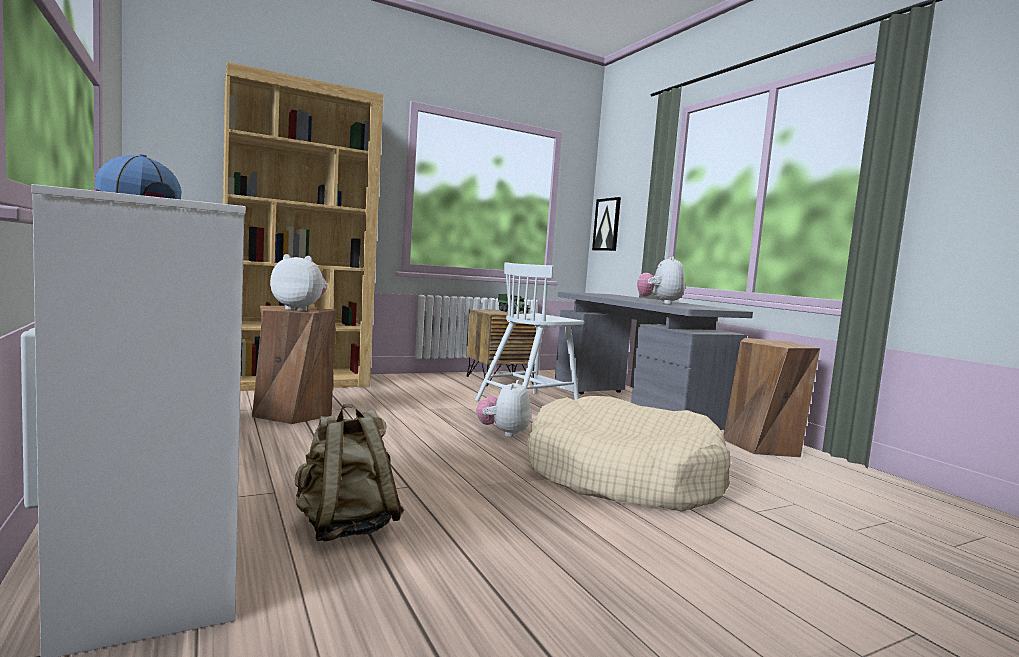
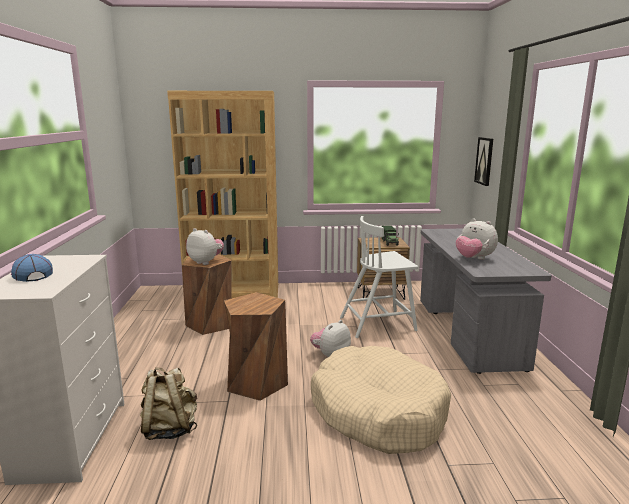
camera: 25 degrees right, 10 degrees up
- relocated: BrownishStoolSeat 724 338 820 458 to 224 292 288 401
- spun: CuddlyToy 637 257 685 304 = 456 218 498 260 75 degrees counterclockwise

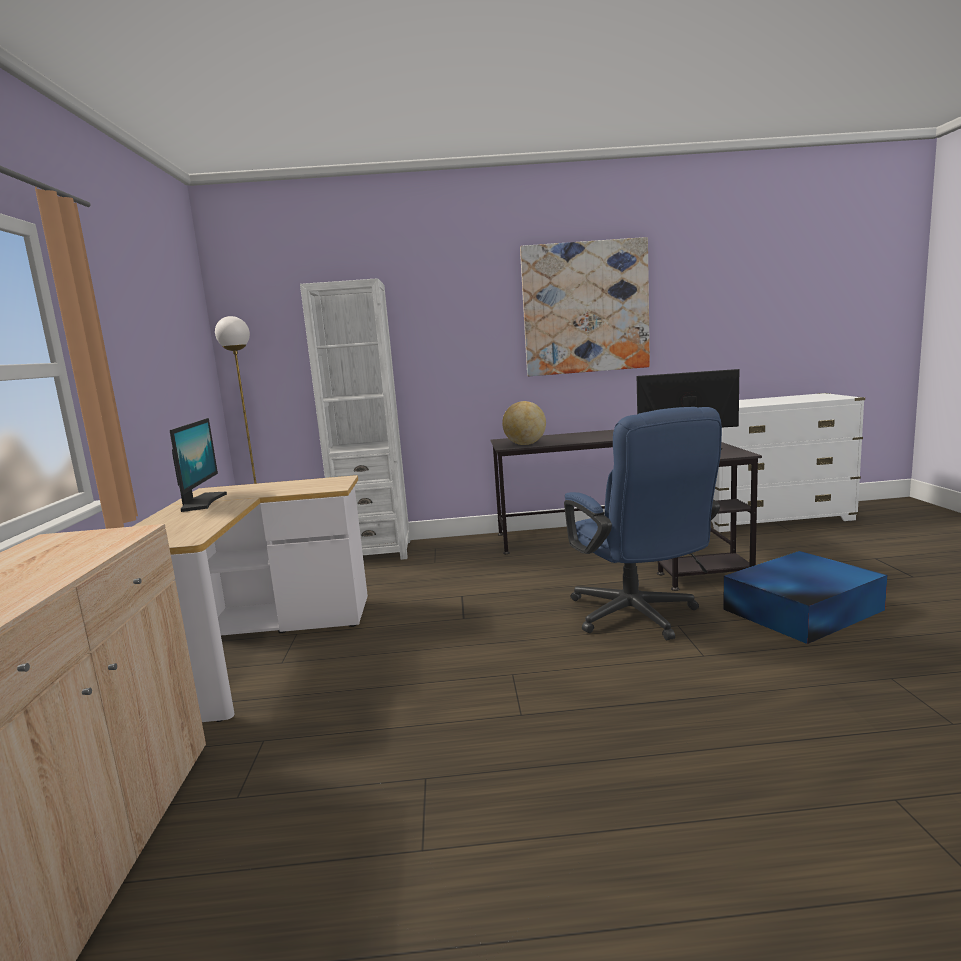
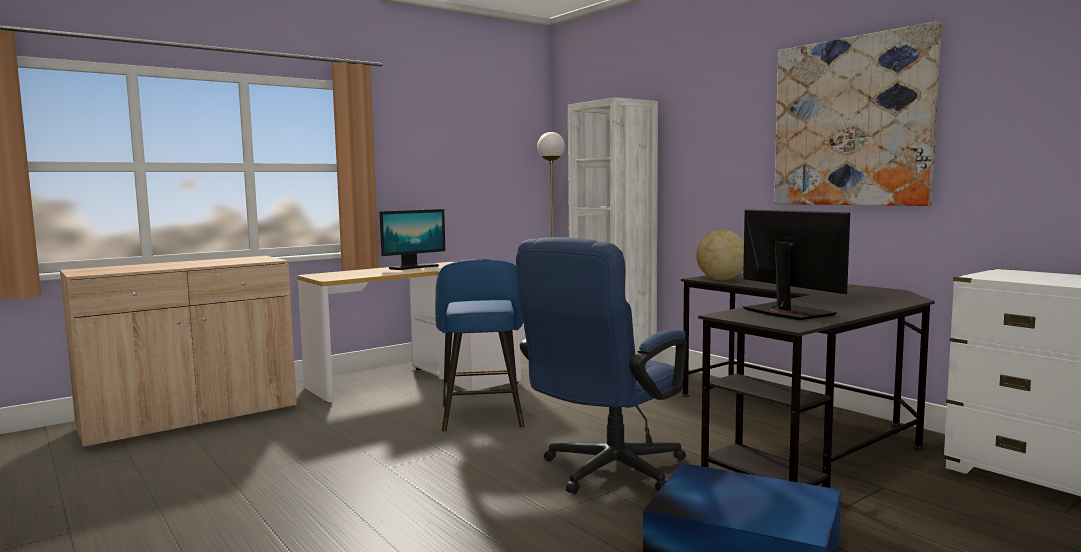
camera: 55 degrees right, 5 degrees down
- appeared: BlueStoolSeat 435 259 524 432

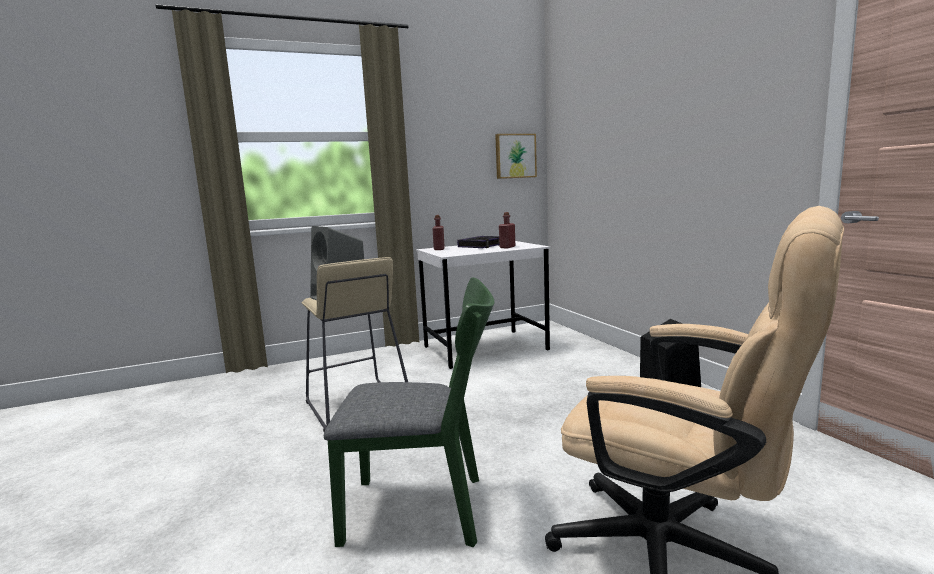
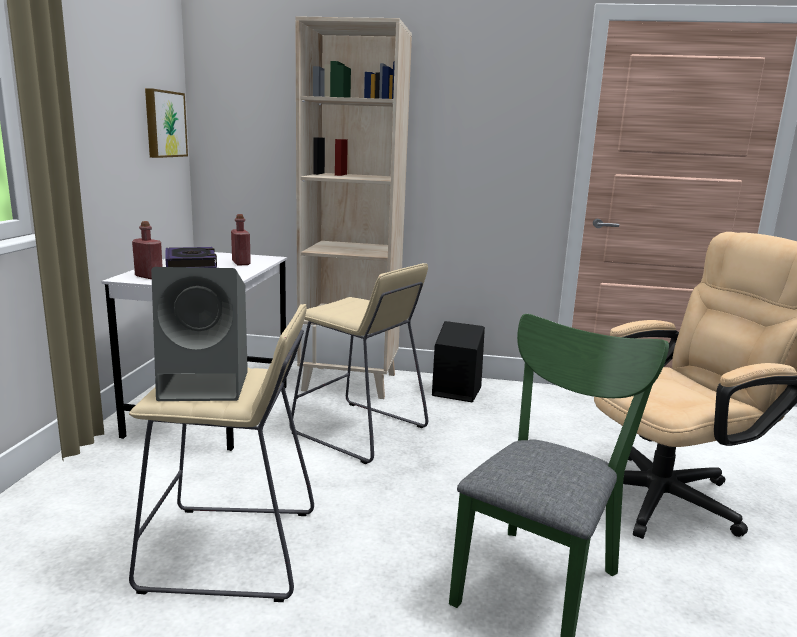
camera: 60 degrees left, 5 degrees up
- appeared: BeigeStoolSeat 289 263 428 464
- appeared: BeigeBookshelf 295 16 412 399

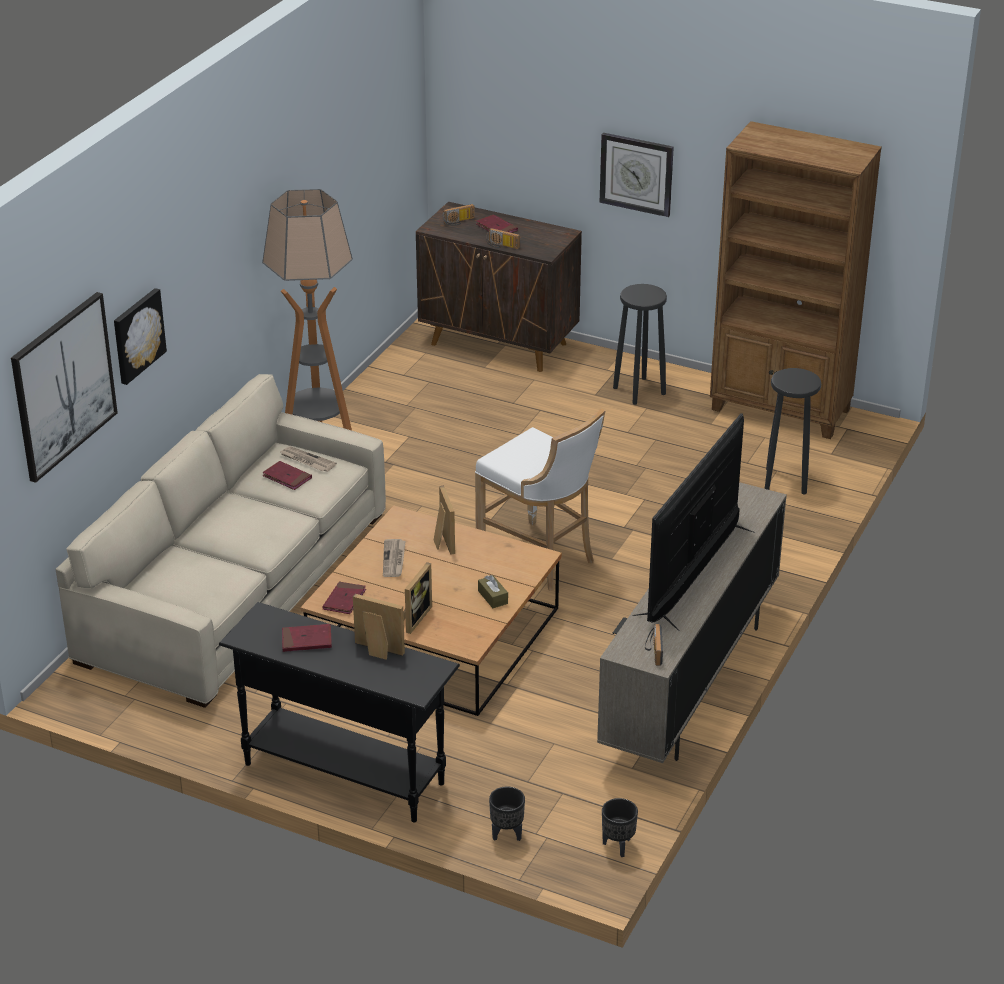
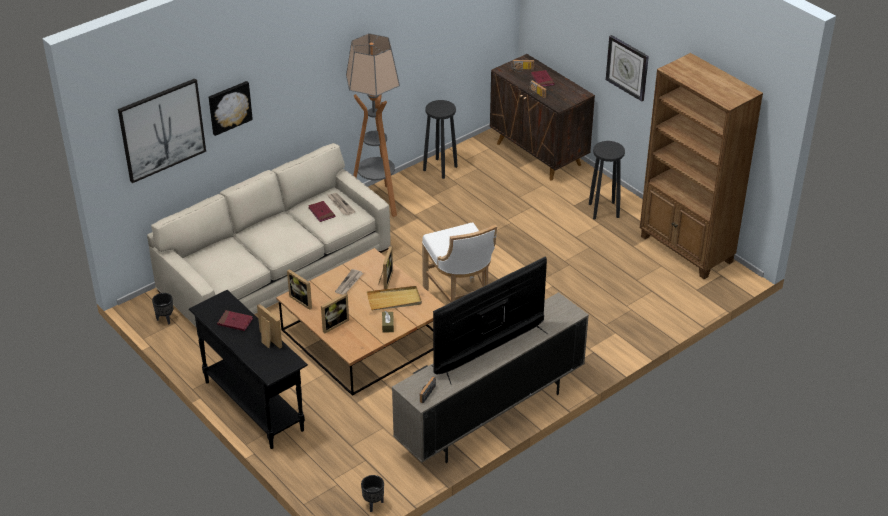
camera: 25 degrees right, 5 degrees up
- appeared: BeigeServingTray 367 286 422 310
- relocated: BlackColouredPlantPot 489 786 525 841 to 152 293 173 325
- relocated: BlackColouredStoolSeat 765 368 821 494 to 423 100 458 179
- exchanged: RedColouredBoundBook 322 582 366 614 to PictureFrame 287 269 312 310

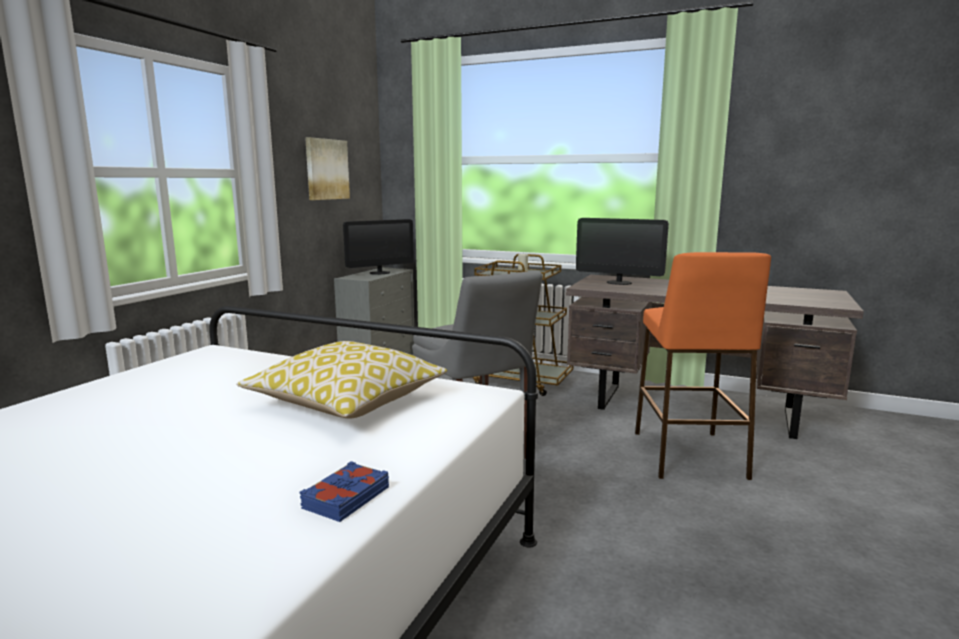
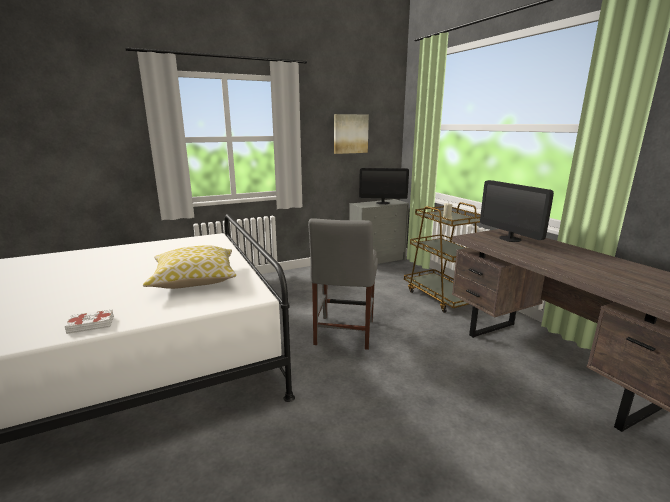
camera: 40 degrees right, 5 degrees up
- missing: OrangeColouredStoolSeat 635 252 771 480
- colour: BlueBoundBook 299 461 389 522 to WhiteColouredBoundBook 64 309 114 334

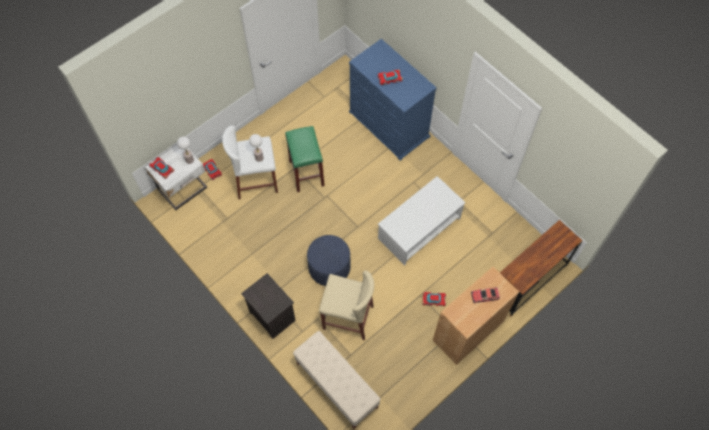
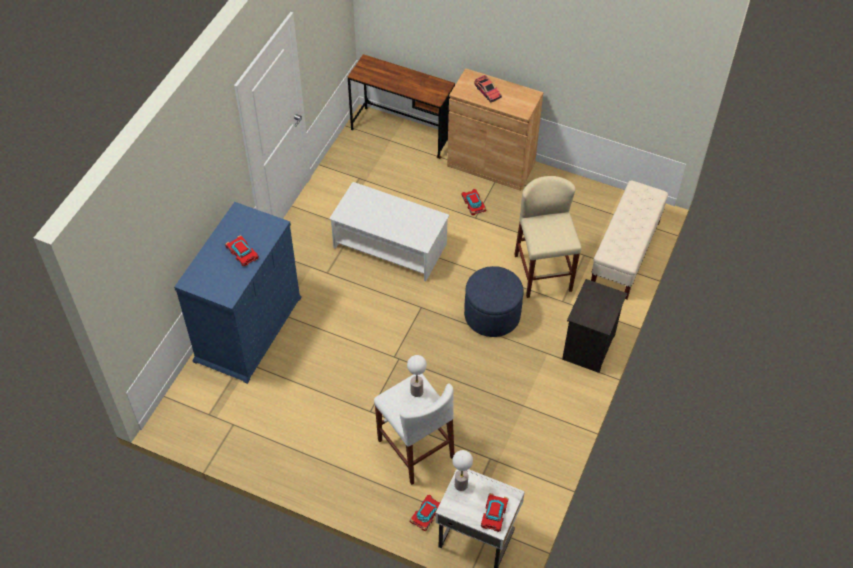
camera: 115 degrees left, 10 degrees down
- missing: GreenishStoolSeat 285 126 325 192

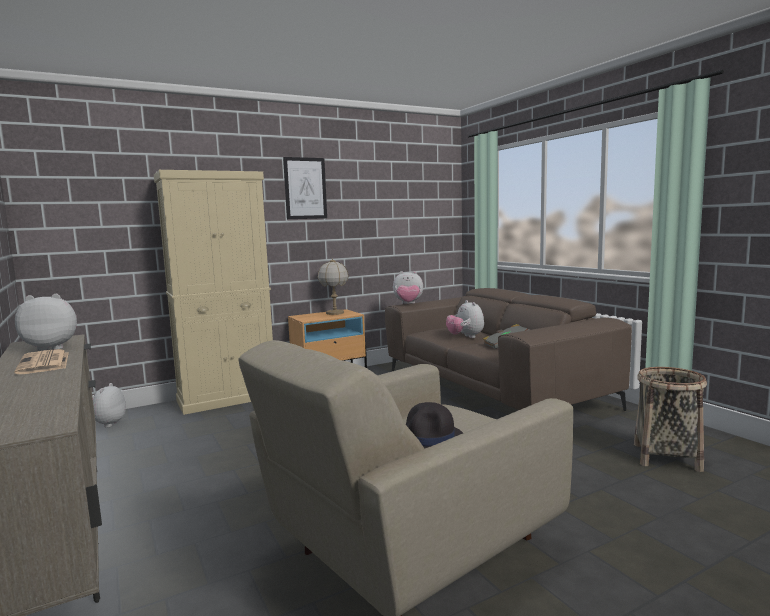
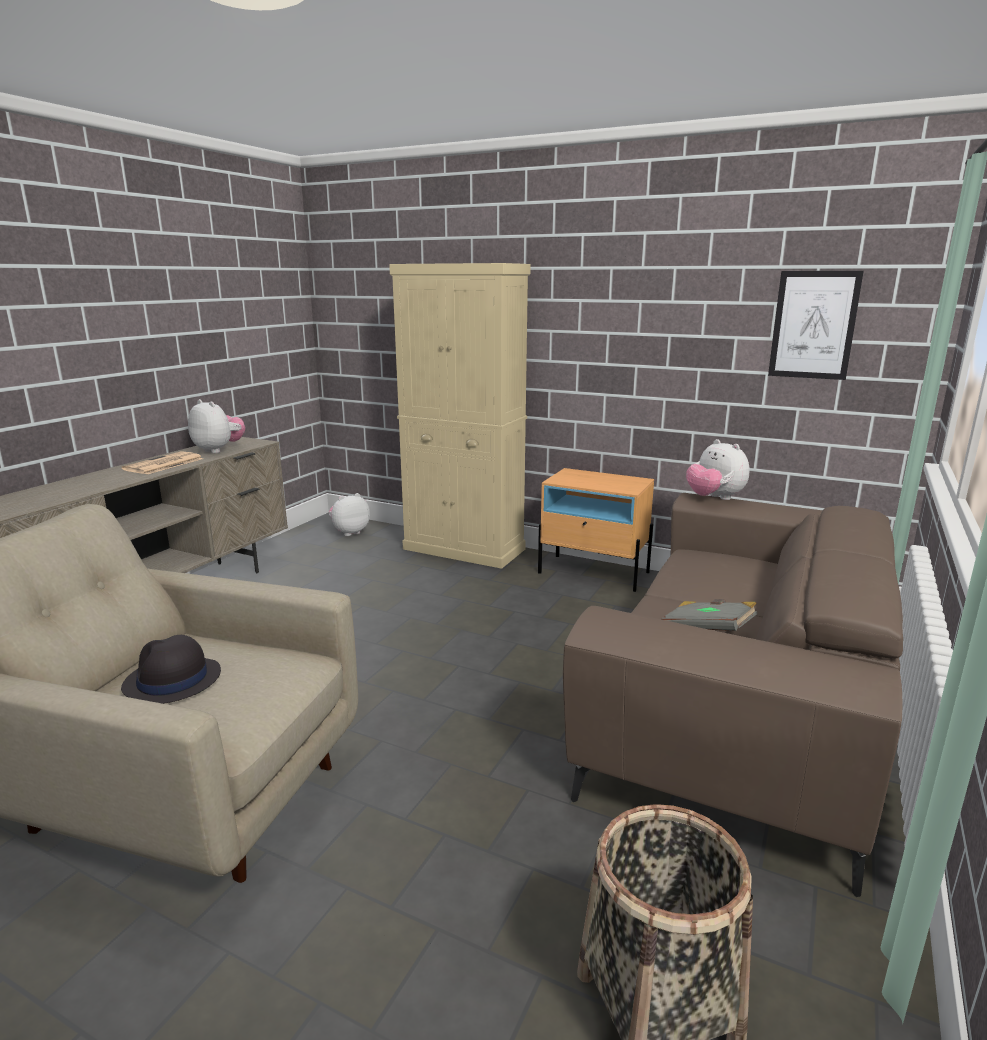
camera: 55 degrees right, 10 degrees up
- missing: TabletopLamp 318 259 349 315
- missing: CuddlyToy 446 300 484 338
- relocated: WallPicture 283 157 327 219 to 768 271 864 380

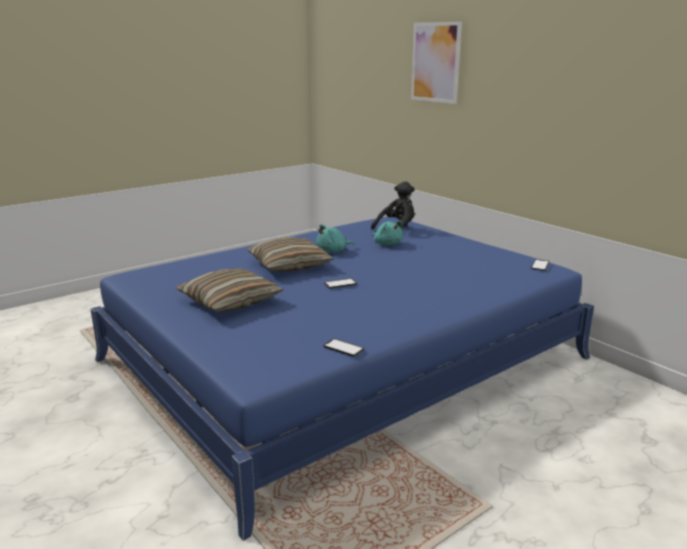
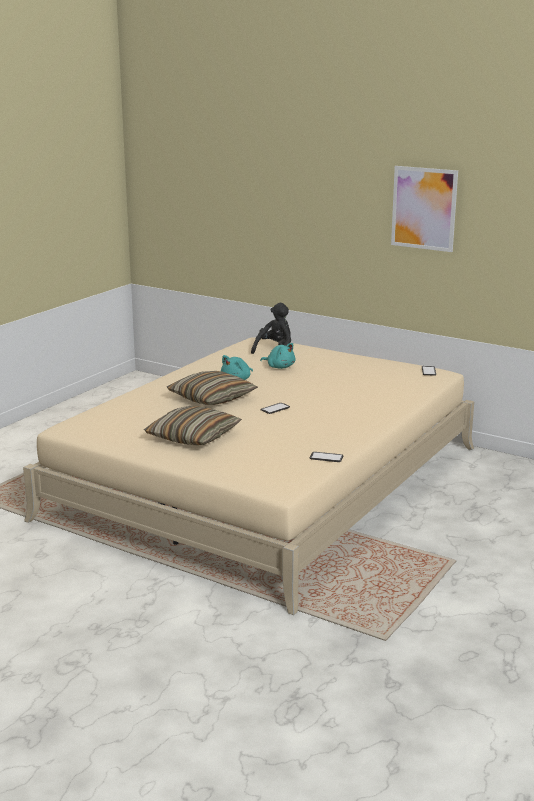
camera: 20 degrees left, 0 degrees up
- relocated: WallPicture 411 21 462 104 to 391 166 458 252
- colour: BlueBedroomBed 91 217 594 541 to BeigeBedroomBed 23 337 474 615

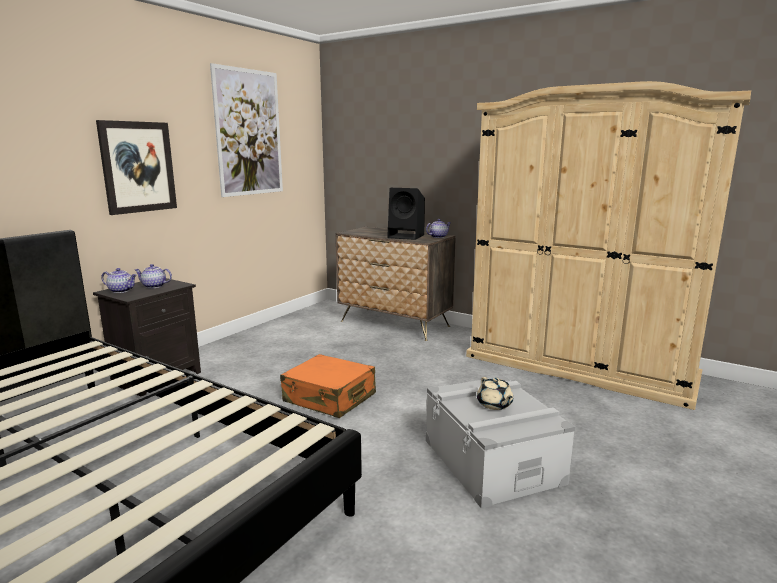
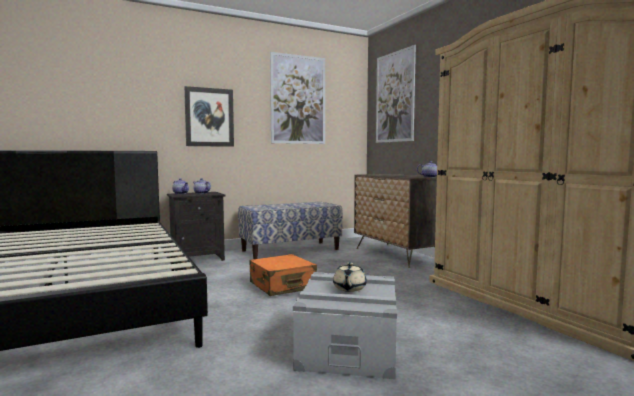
camera: 30 degrees right, 10 degrees down
- missing: BlackColouredAudioSpeaker 387 188 425 240
- appeared: IndoorBench 238 202 343 259
- appeared: WallPicture 376 45 416 143

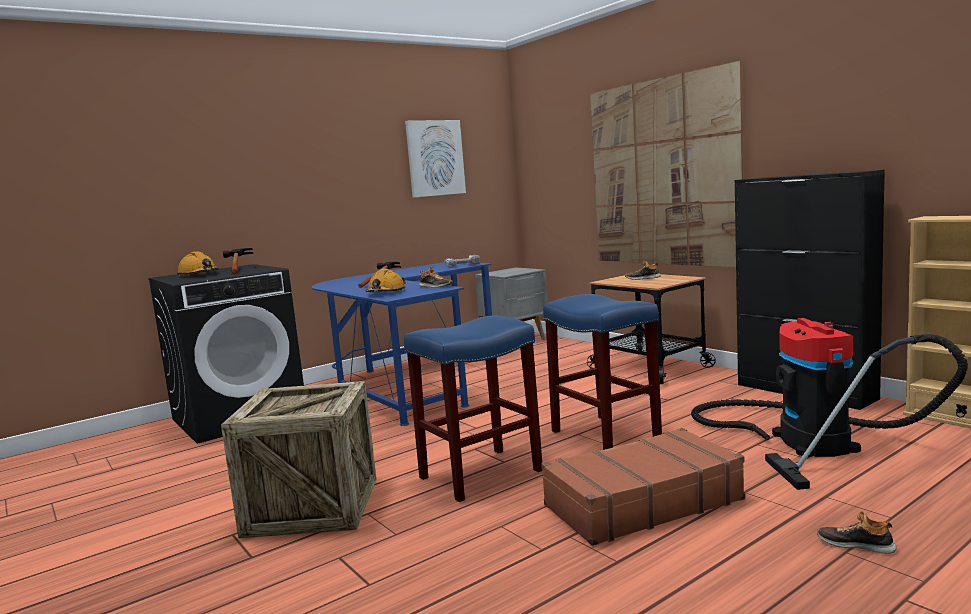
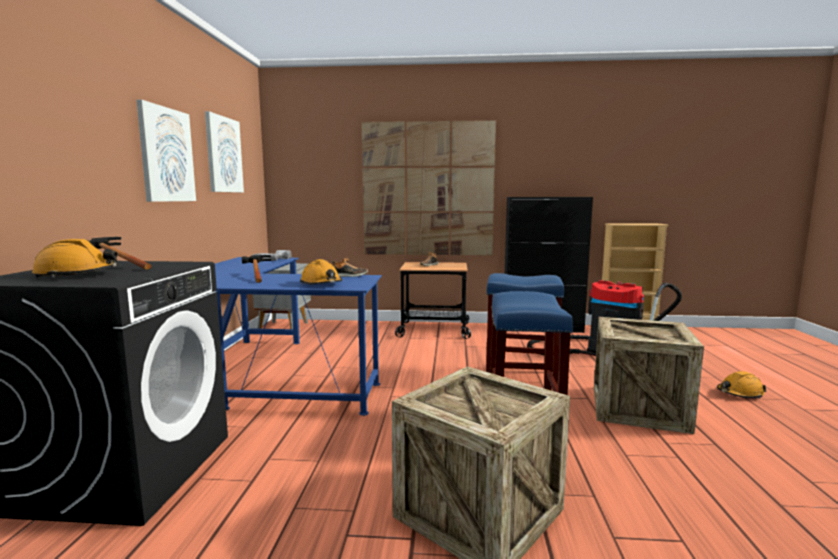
camera: 50 degrees left, 0 degrees up
- appeared: WallPicture 136 100 196 202
- exchanged: BrownishTravelCase 541 428 745 546 to PackingCrate 594 317 704 434
- exchanged: LowShoe 817 511 897 554 to OrangeColouredSafetyHelmet 717 371 767 399

